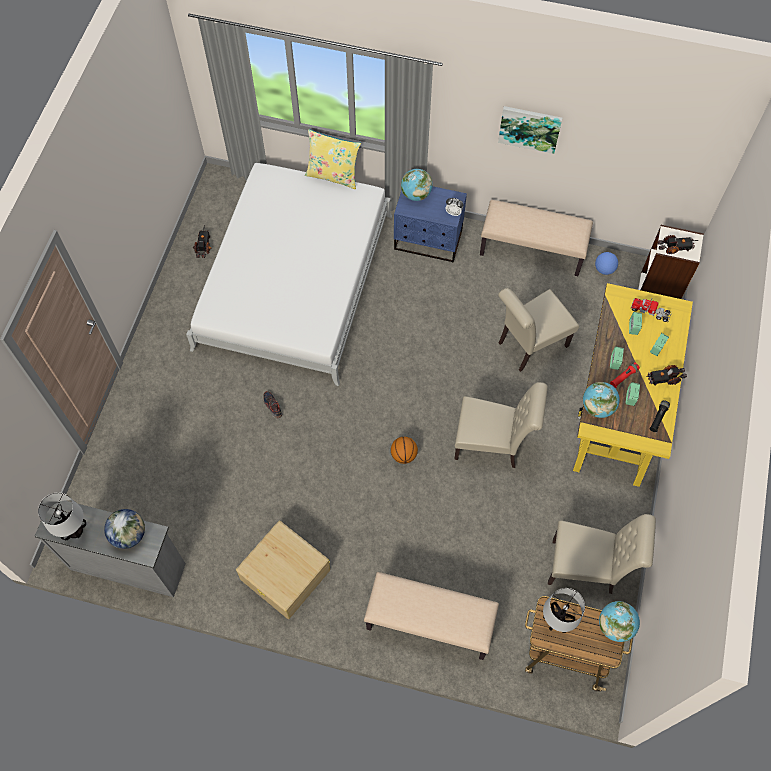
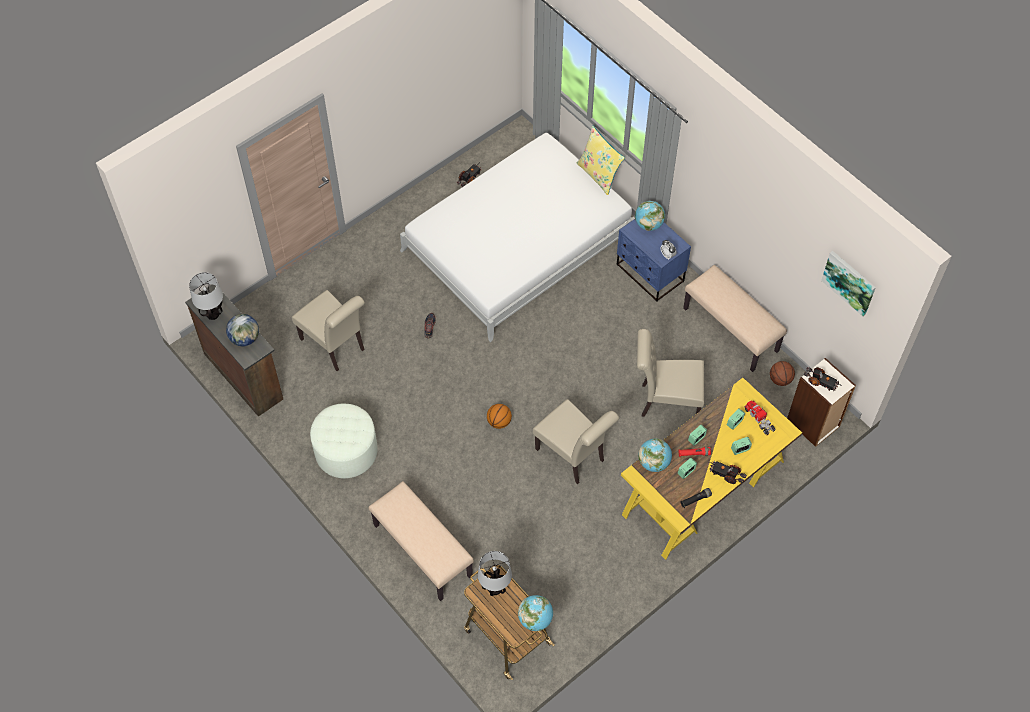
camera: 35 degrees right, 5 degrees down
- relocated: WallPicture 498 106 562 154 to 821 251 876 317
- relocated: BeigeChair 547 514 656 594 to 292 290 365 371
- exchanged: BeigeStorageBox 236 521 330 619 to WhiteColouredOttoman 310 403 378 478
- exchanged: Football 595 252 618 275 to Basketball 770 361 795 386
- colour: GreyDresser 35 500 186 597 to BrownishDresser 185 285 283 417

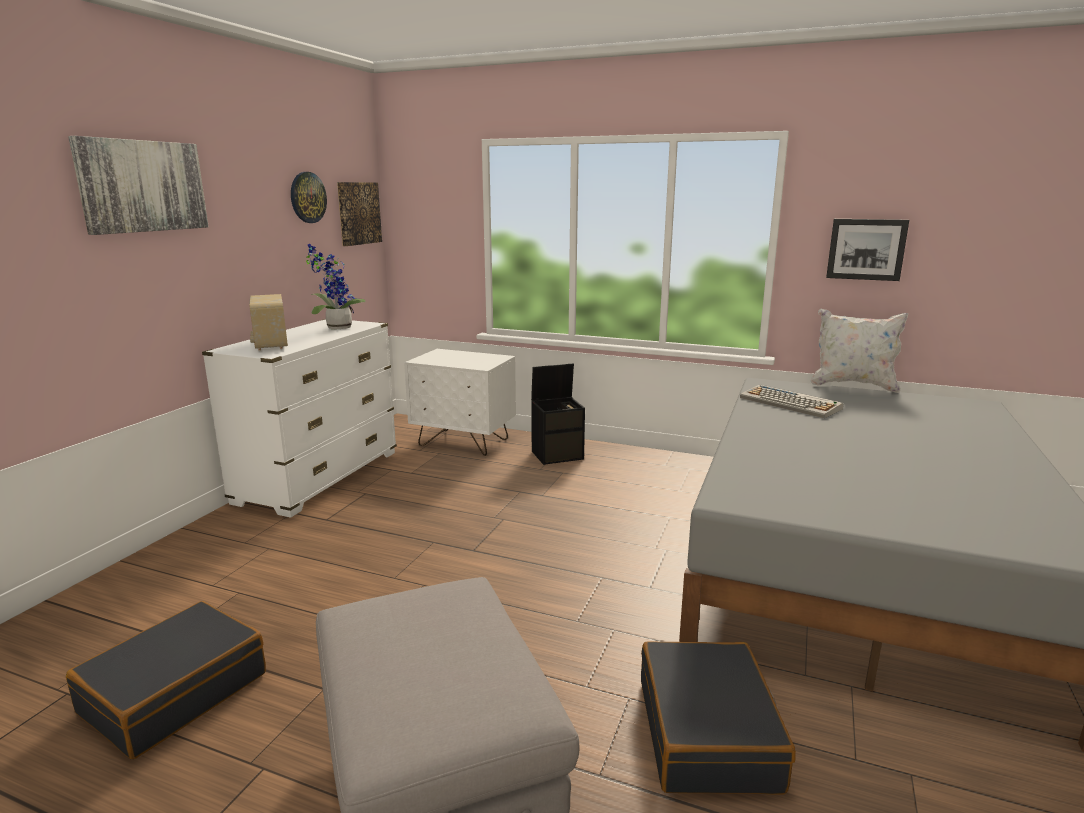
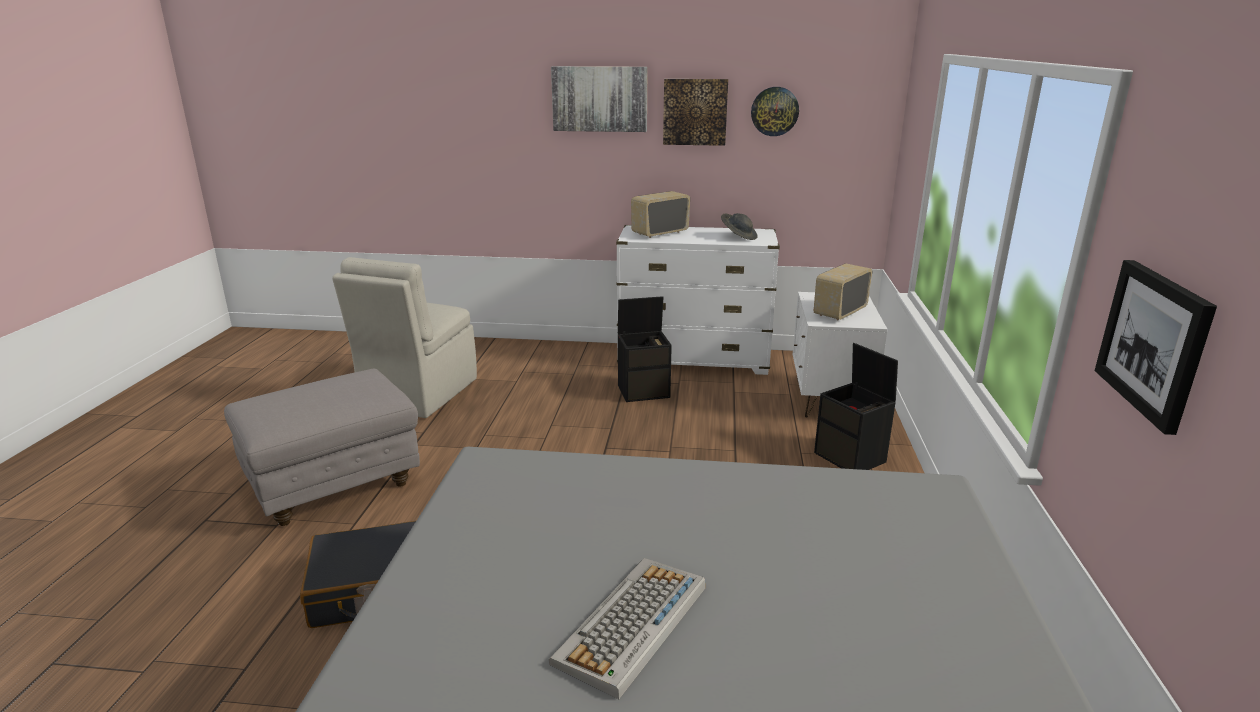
camera: 75 degrees right, 5 degrees up
- missing: WhiteColouredPillow 811 309 908 393
- appeared: BlackColouredStorageBox 618 296 672 402
- appeared: RadioSet 814 263 872 320
- relocated: WallPicture 337 182 382 246 to 663 79 728 146
- relocated: ComputerKeyboard 740 384 844 418 to 549 558 705 699
- exchanged: BlackColouredTravelCase 66 601 266 759 to BeigeChair 332 257 477 418
- exchanged: Houseplant 306 244 366 329 to GreyHat 721 213 758 240

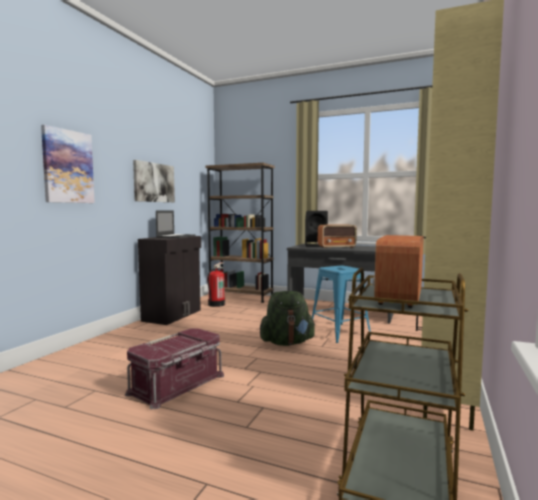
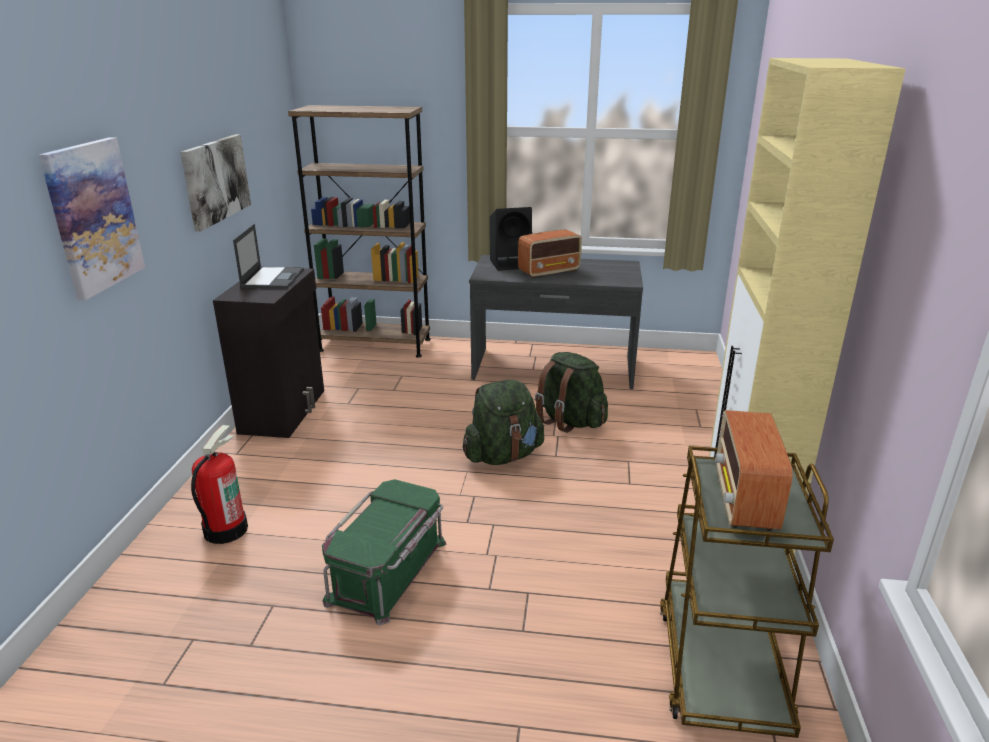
camera: 15 degrees left, 20 degrees up
- relocated: FireExtinguisher 207 262 225 307 to 191 425 248 544
- exchanged: BlueStoolSeat 312 266 371 343 to GreenishRucksack 535 352 608 433
- colour: RedColouredStorageBox 125 328 224 409 to GreenishStorageBox 322 479 446 625

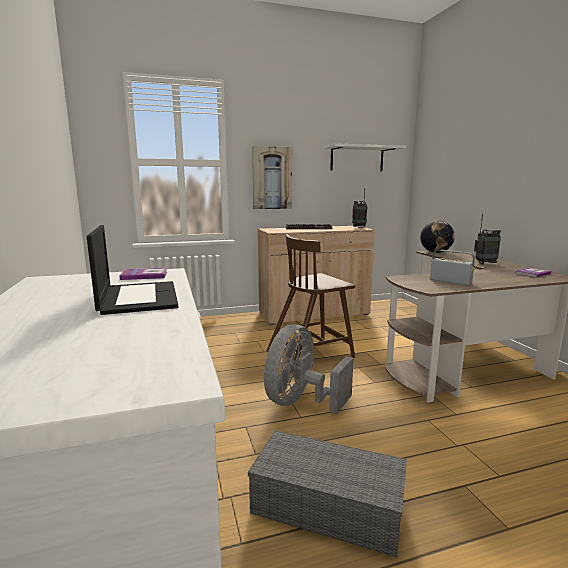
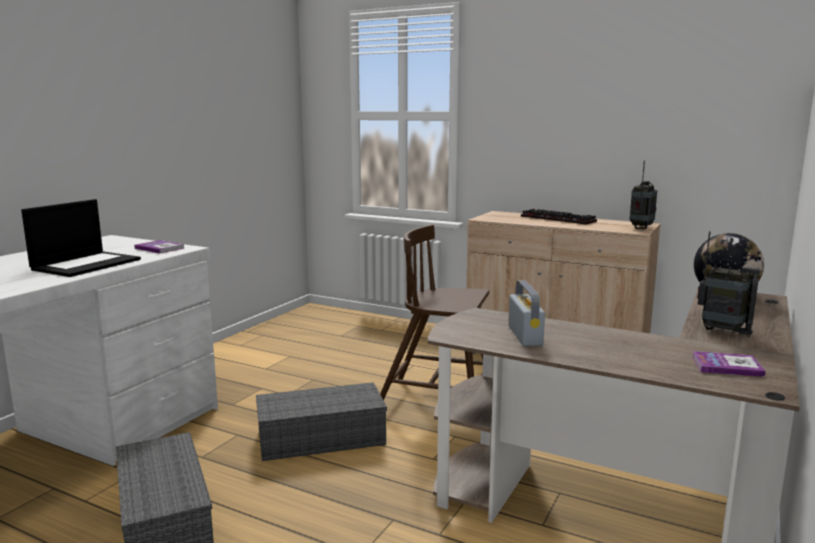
camera: 45 degrees right, 0 degrees up
- missing: WallPicture 252 146 292 209
- missing: WhiteColouredShelf 323 143 406 171
- exchanged: GreyElectricFan 264 324 353 414 to GreyStorageBox 256 382 387 461

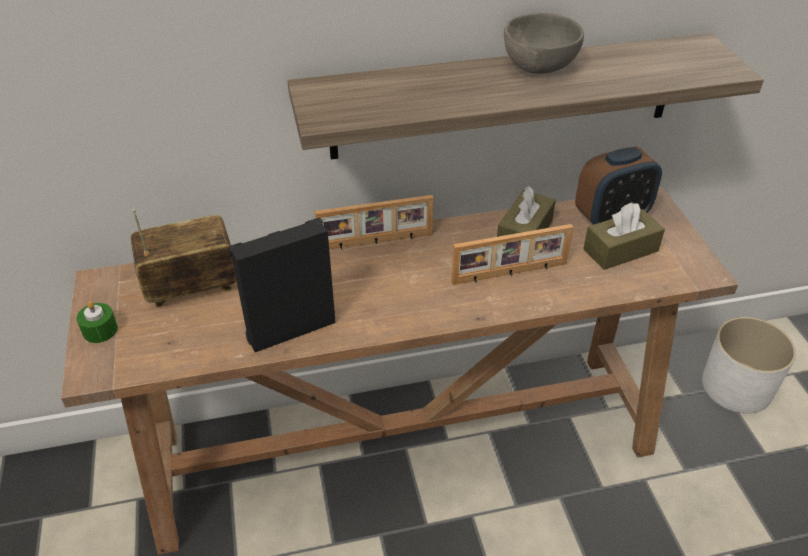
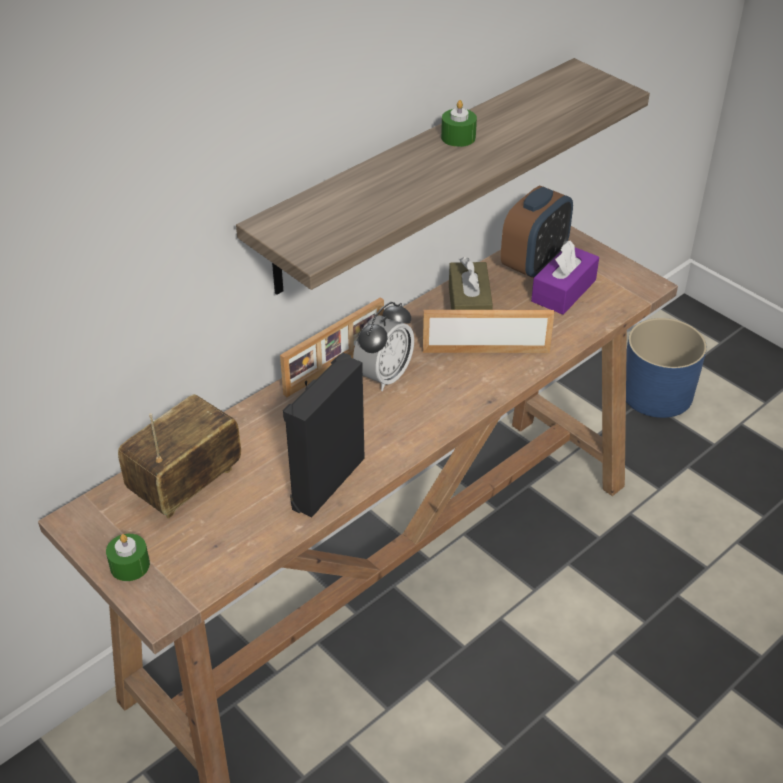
camera: 30 degrees left, 0 degrees up
- appeared: TableClock 353 302 414 391
- exchanged: GreyDeepDish 504 13 584 74 to GreenishWaxCandle 441 100 477 147
- colour: BrownishBoxOfTissues 583 203 665 270 to PurpleColouredBoxOfTissues 531 241 599 315
- colour: WhiteColouredPlantPot 702 317 796 414 to BluePlantPot 626 318 707 418
- spun: PictureFrame 451 224 573 285 = 423 310 554 353 135 degrees counterclockwise

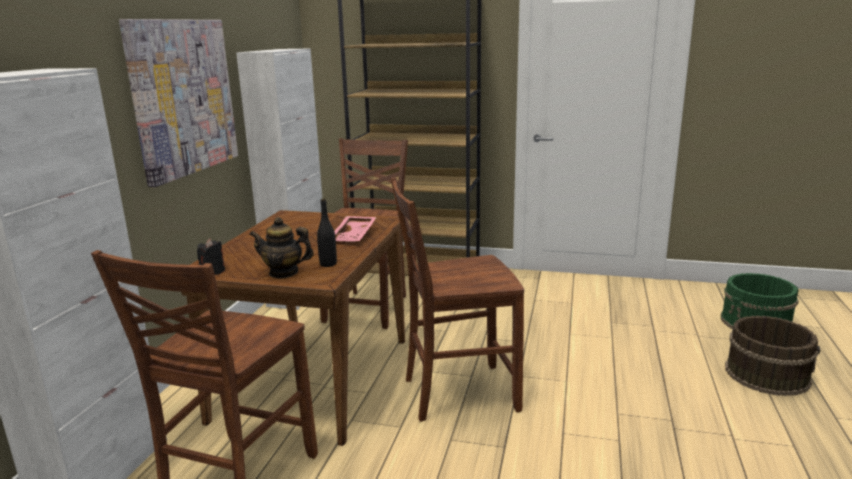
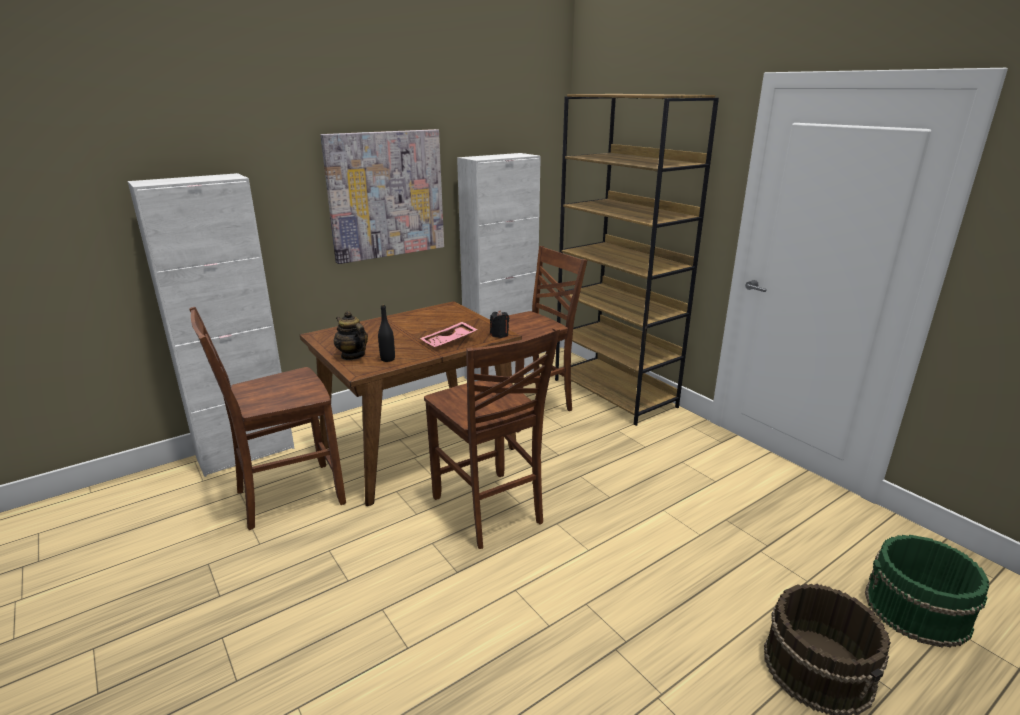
camera: 40 degrees right, 5 degrees up
- relocated: BlackColouredWaxCandle 197 239 225 275 to 490 310 509 338
- spun: BrownishChair 391 177 524 422 = 424 328 560 549 150 degrees counterclockwise

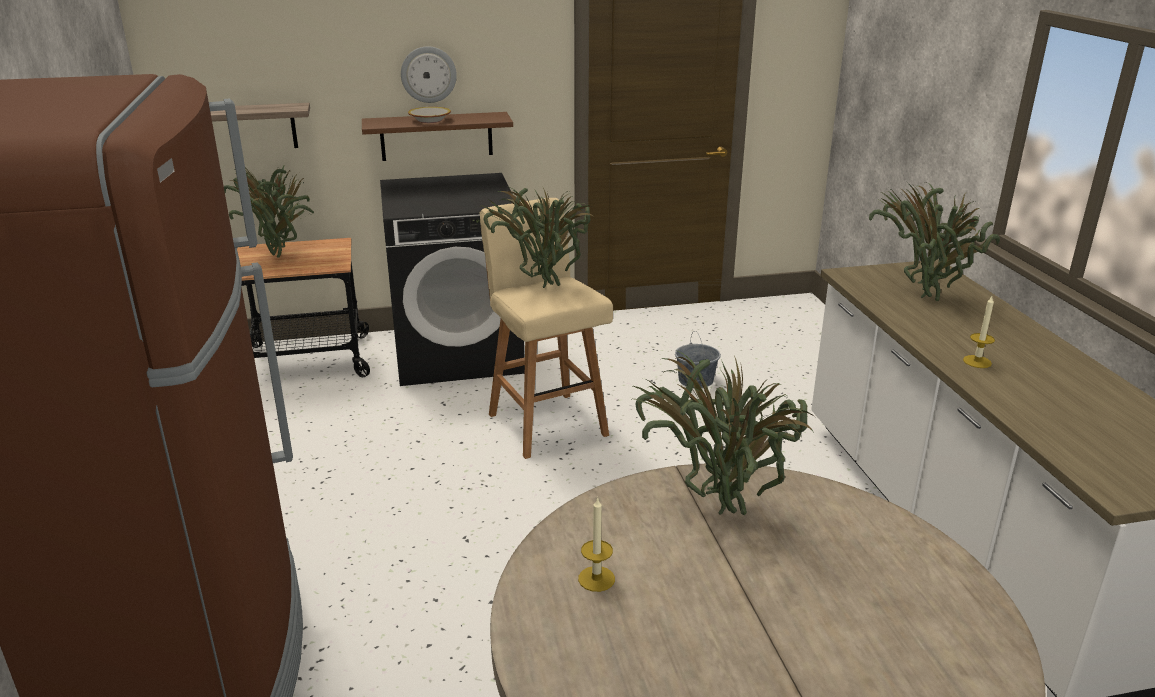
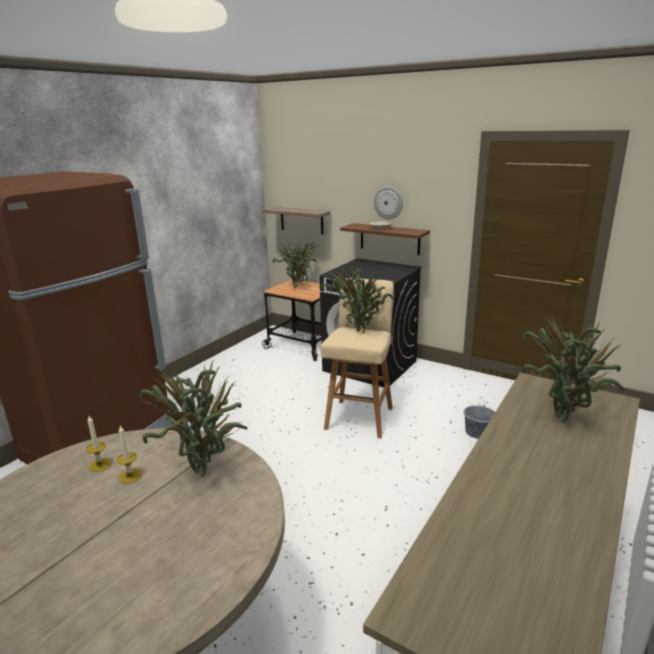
camera: 45 degrees right, 5 degrees down
- relocated: WaxCandle 963 296 995 368 to 117 426 142 484

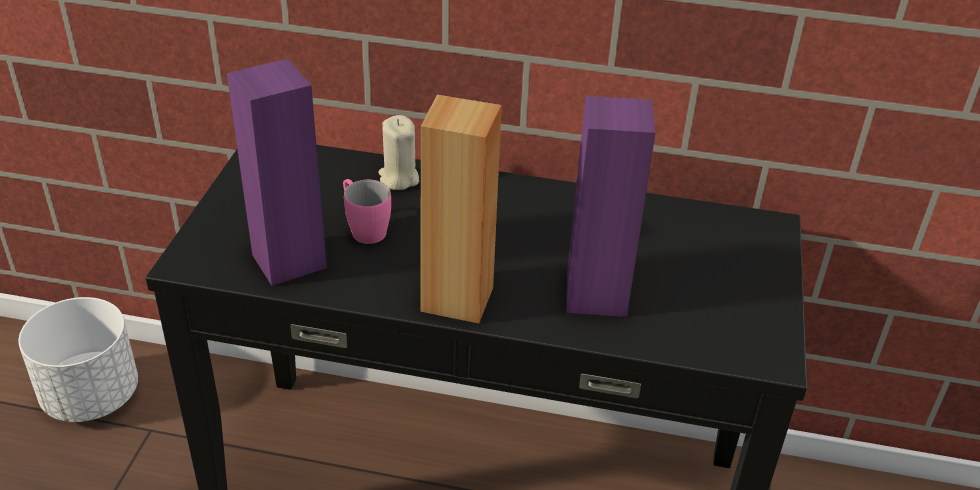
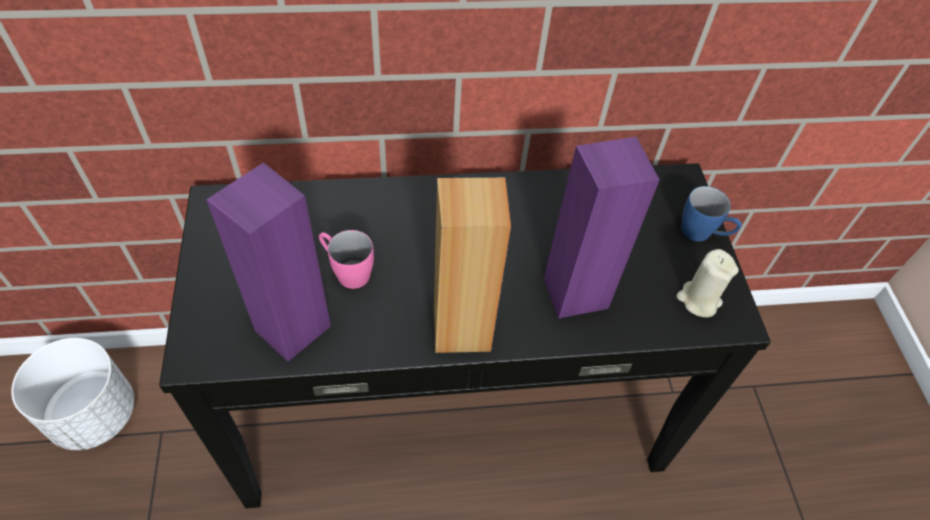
camera: 20 degrees left, 15 degrees up
- appeared: BlueMug 681 186 742 241
- relocated: BeigeWaxCandle 378 115 419 190 to 676 249 739 317

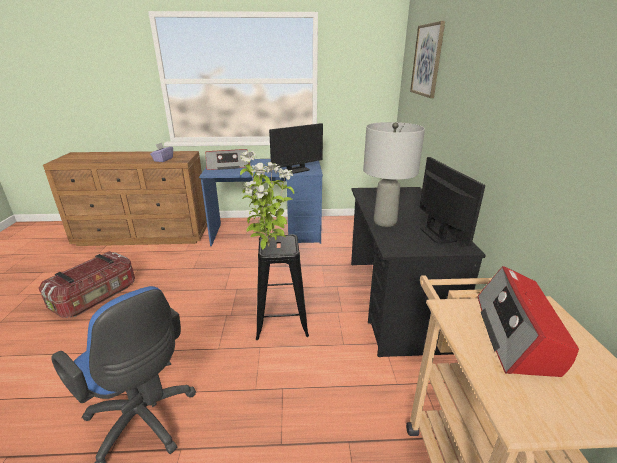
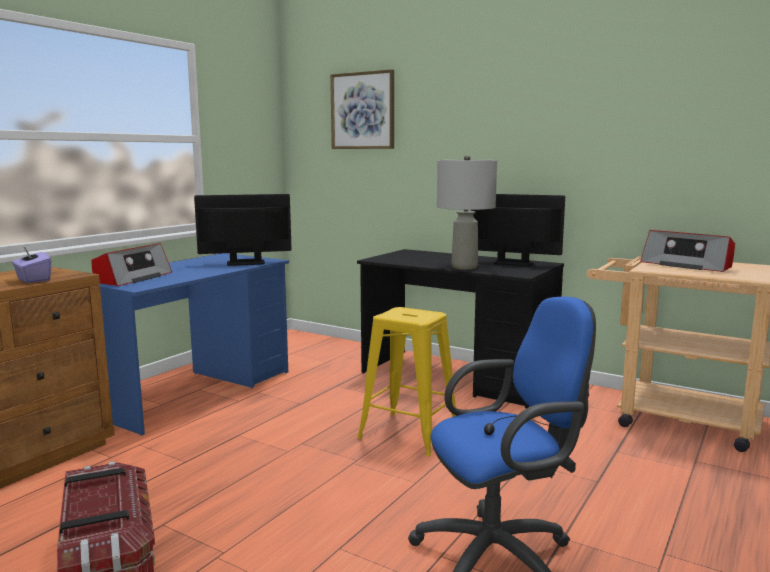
camera: 55 degrees left, 15 degrees down
- missing: Houseplant 240 151 294 249
- colour: BlackColouredStoolSeat 256 234 309 340 to YellowColouredStoolSeat 357 307 457 456
- spun: ComputerScreen 269 123 323 174 = 194 194 292 266 105 degrees counterclockwise

